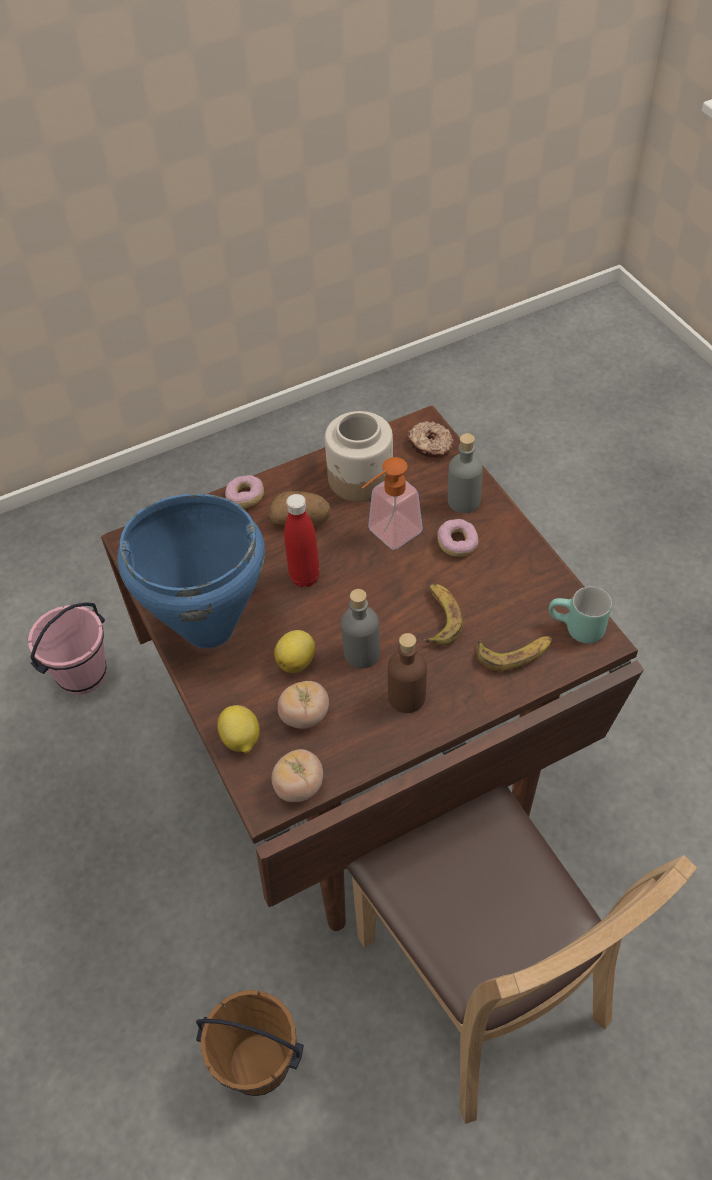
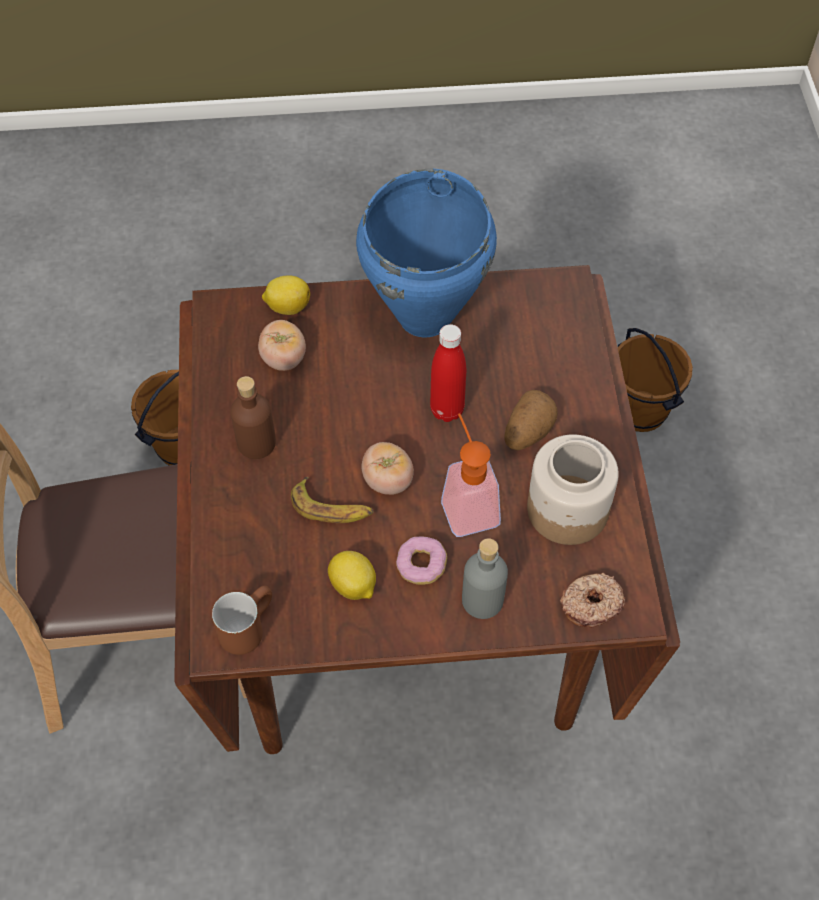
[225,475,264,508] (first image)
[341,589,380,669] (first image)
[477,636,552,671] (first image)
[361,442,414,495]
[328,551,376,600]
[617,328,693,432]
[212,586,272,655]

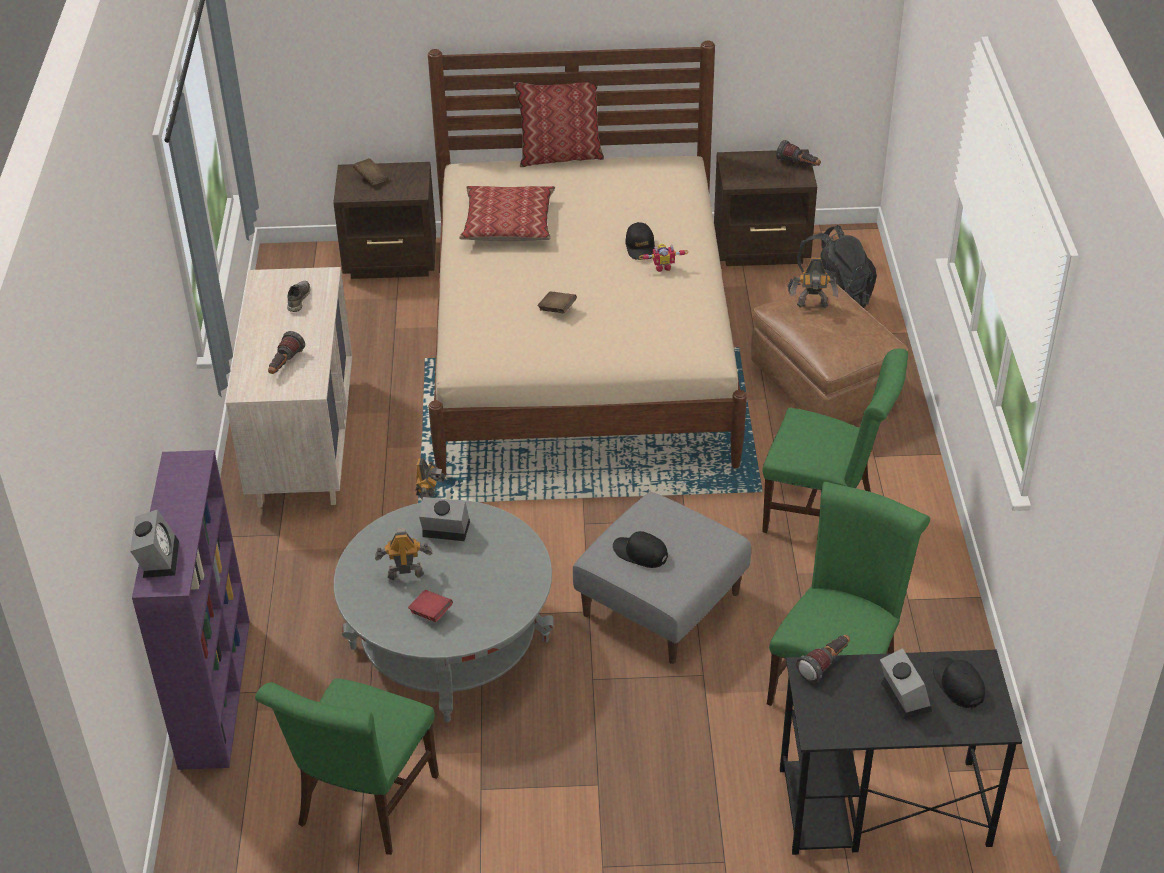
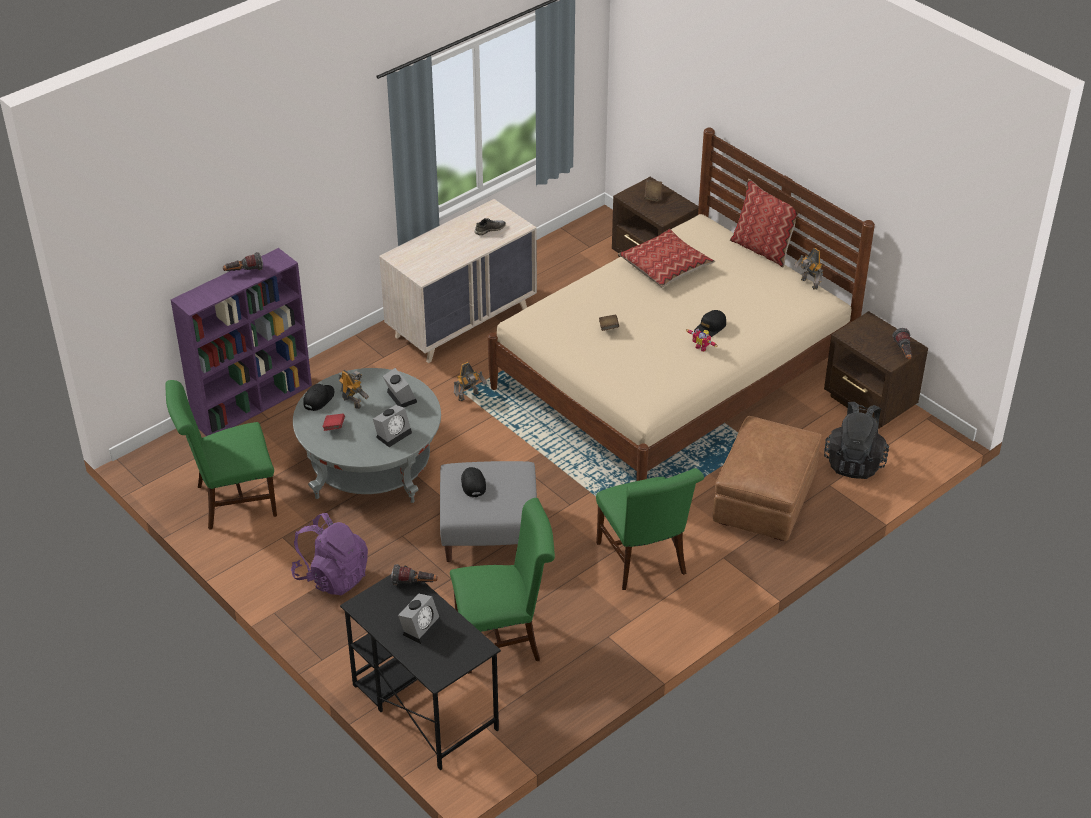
[291,513,368,596]
[373,405,412,447]
[223,252,263,271]
[794,248,823,290]
[303,384,334,411]

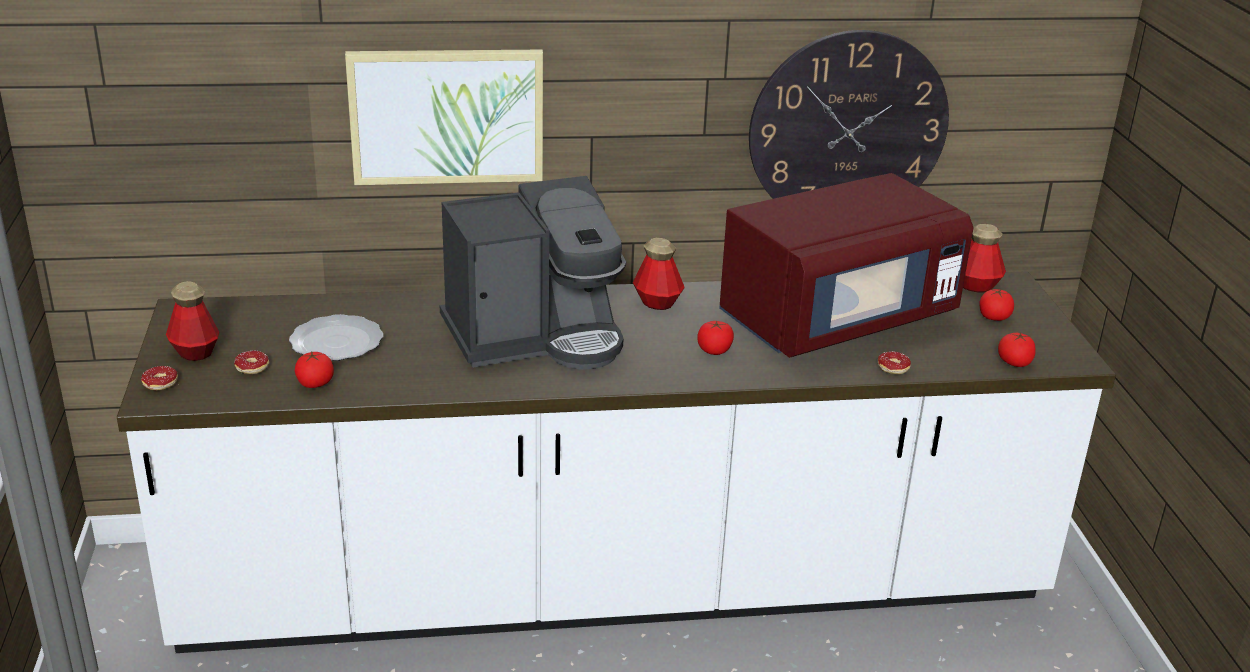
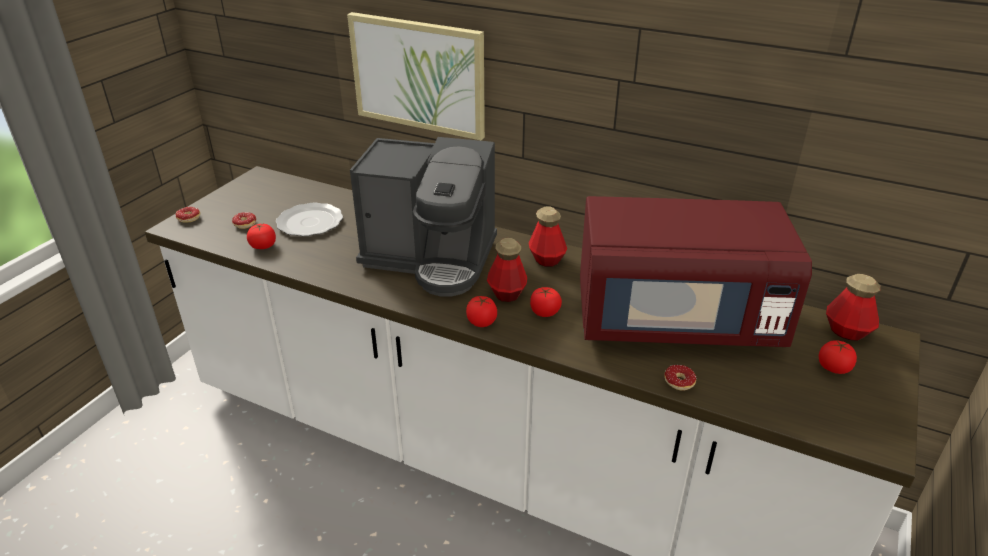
[749,30,949,199] (first image)
[487,238,527,302]
[466,296,497,327]

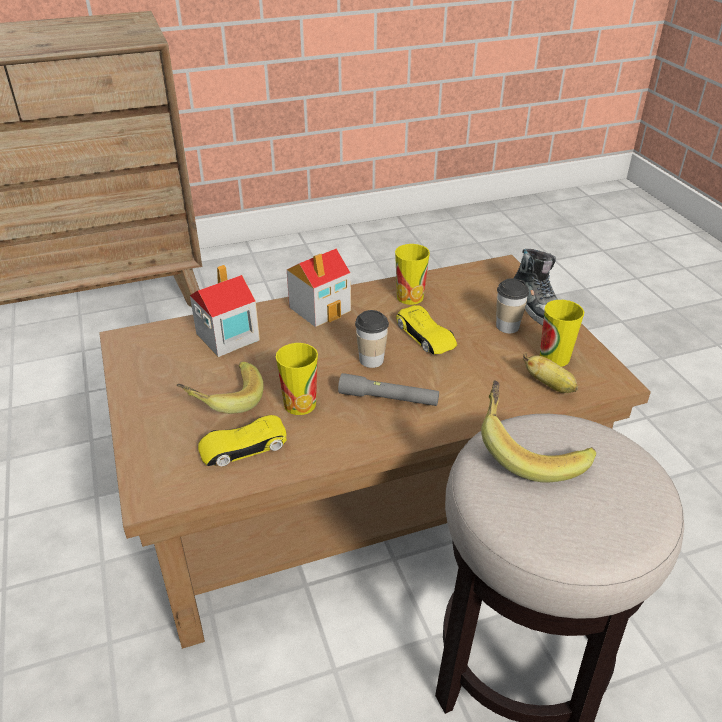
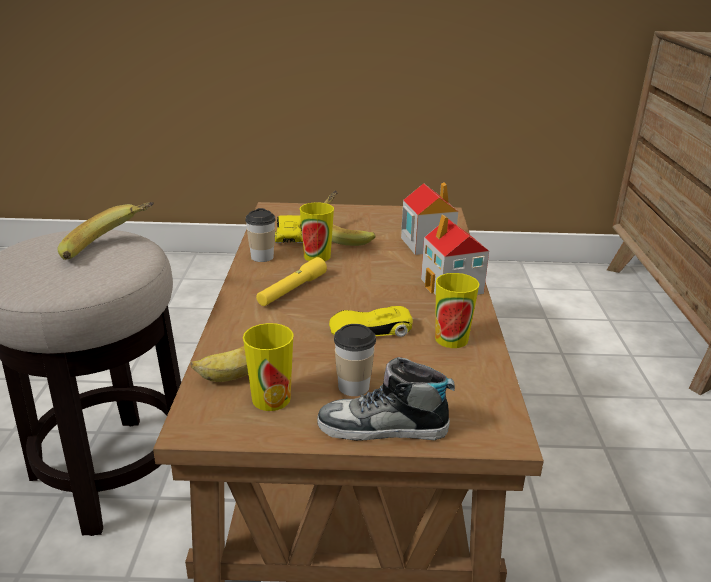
[245,208,276,262]
[256,257,327,306]

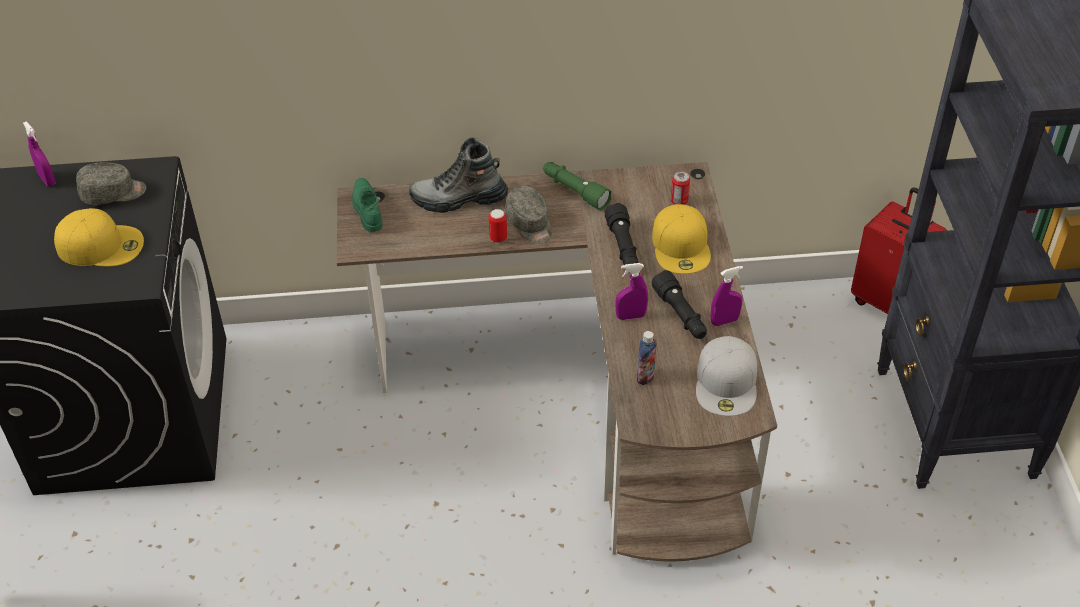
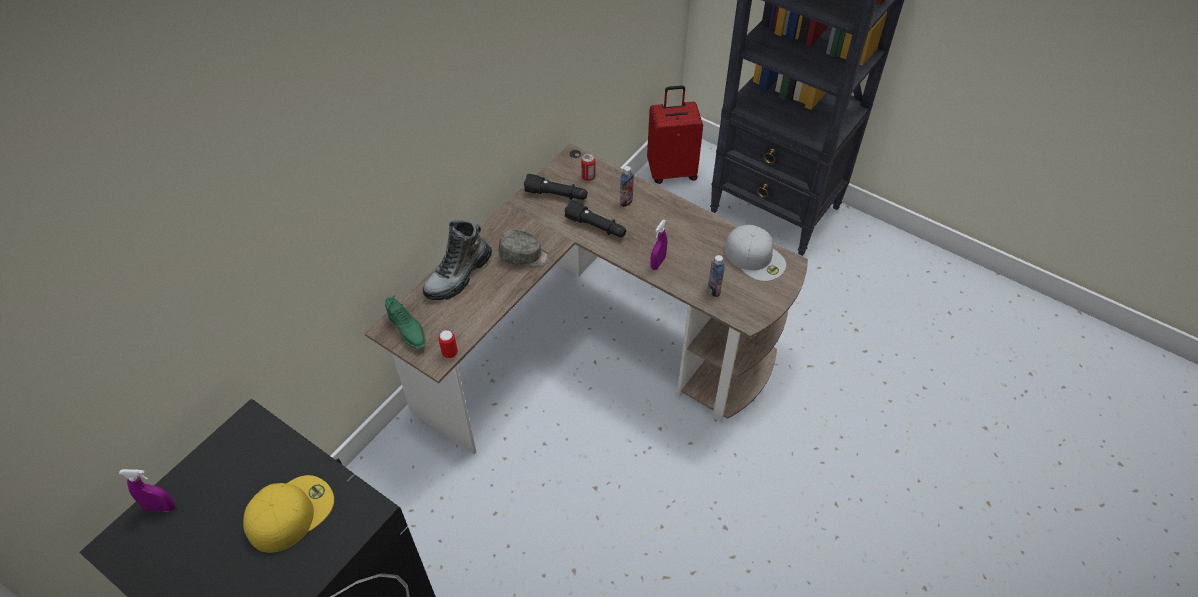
[76,162,146,205] (first image)
[543,162,611,210] (first image)
[711,266,743,326] (first image)
[438,330,458,359]
[524,174,588,200]
[620,166,634,207]
[385,295,426,349]

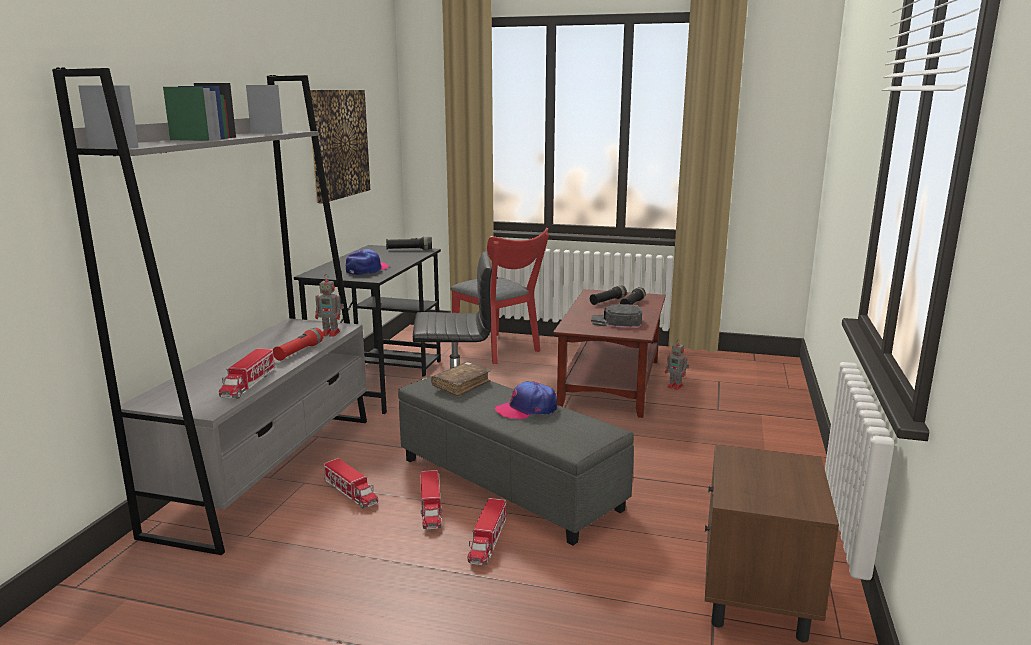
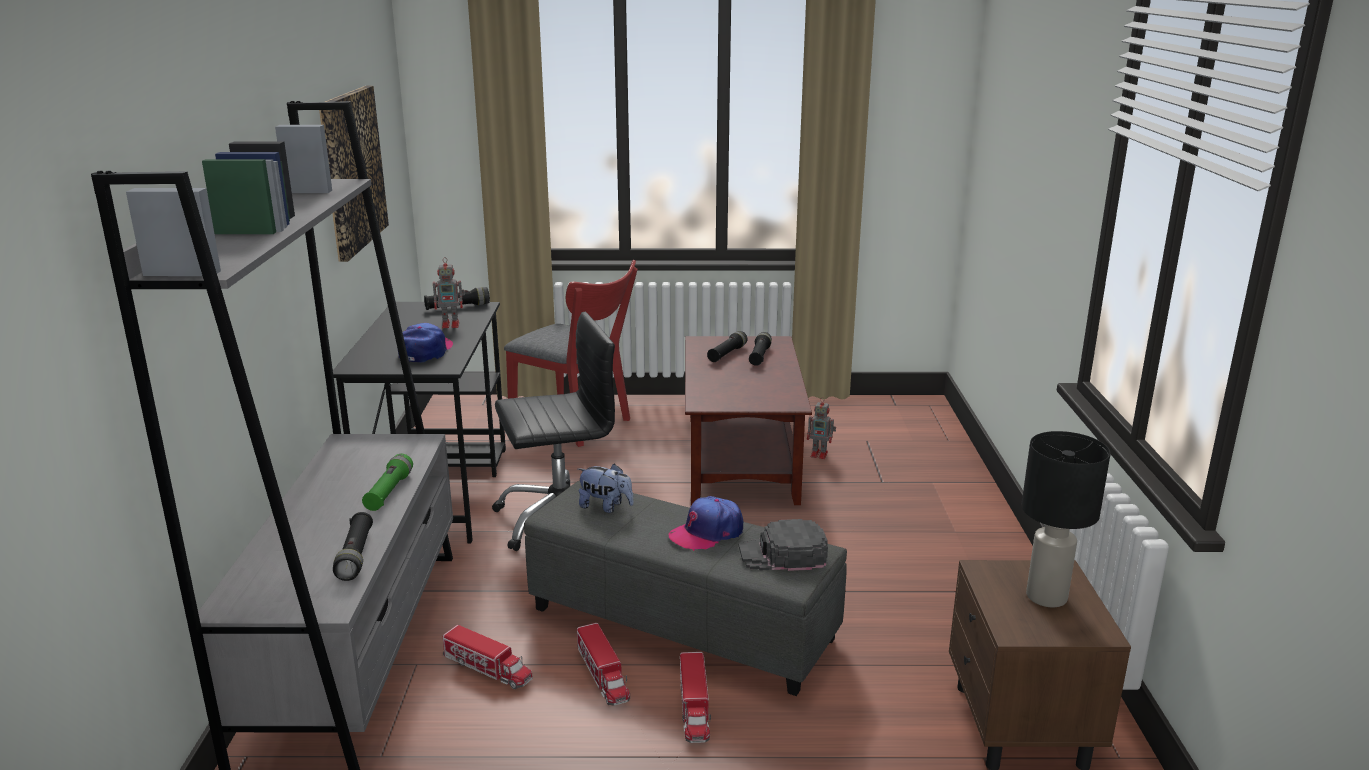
[1022,431,1111,607]
[433,257,465,328]
[739,519,828,571]
[333,512,373,581]
[578,464,634,513]
[362,454,413,511]

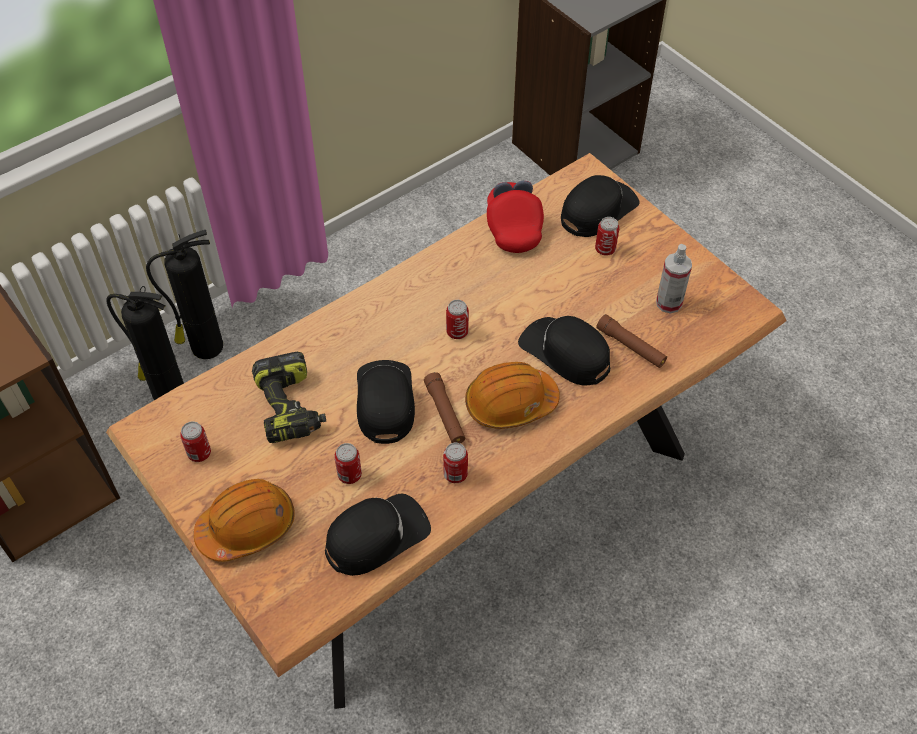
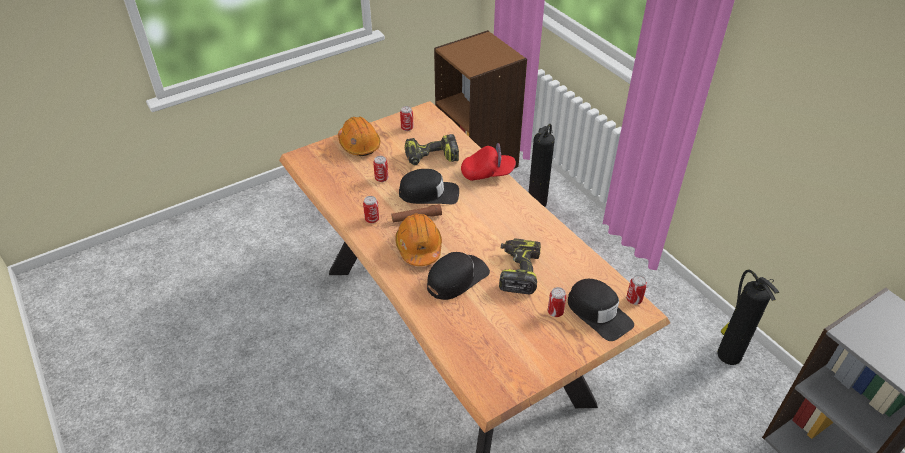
[325,494,431,576] (first image)
[596,314,667,368] (first image)
[656,244,692,313] (first image)
[499,238,541,294]
[717,270,779,365]
[626,275,647,305]
[461,143,516,181]

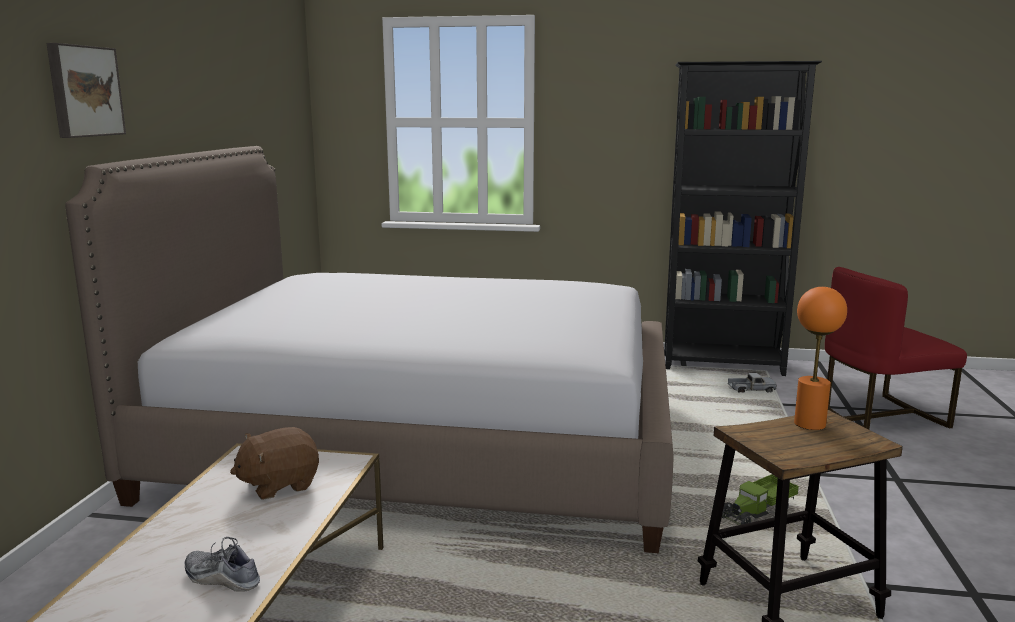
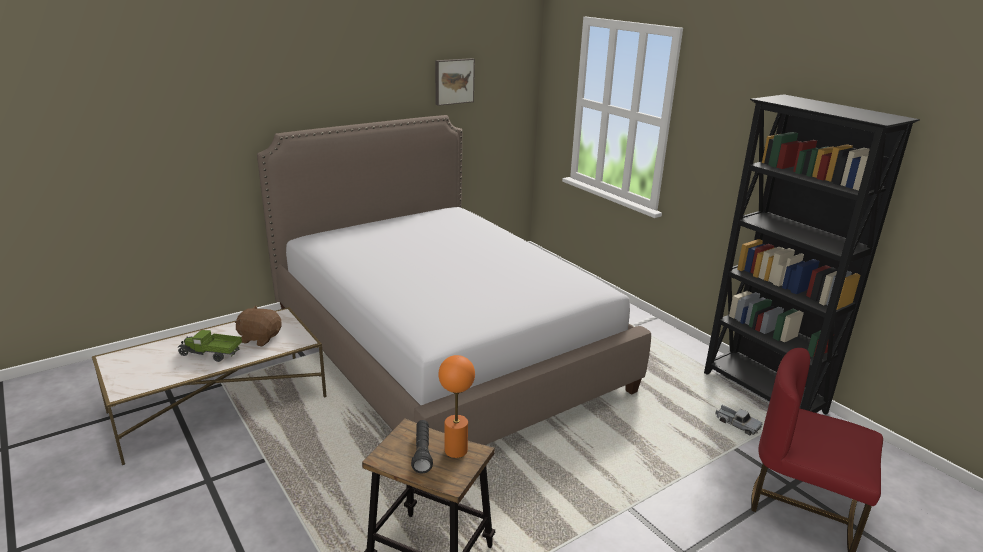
[185,537,260,592] (first image)
[411,420,433,474]
[435,58,475,106]
[178,330,242,362]

